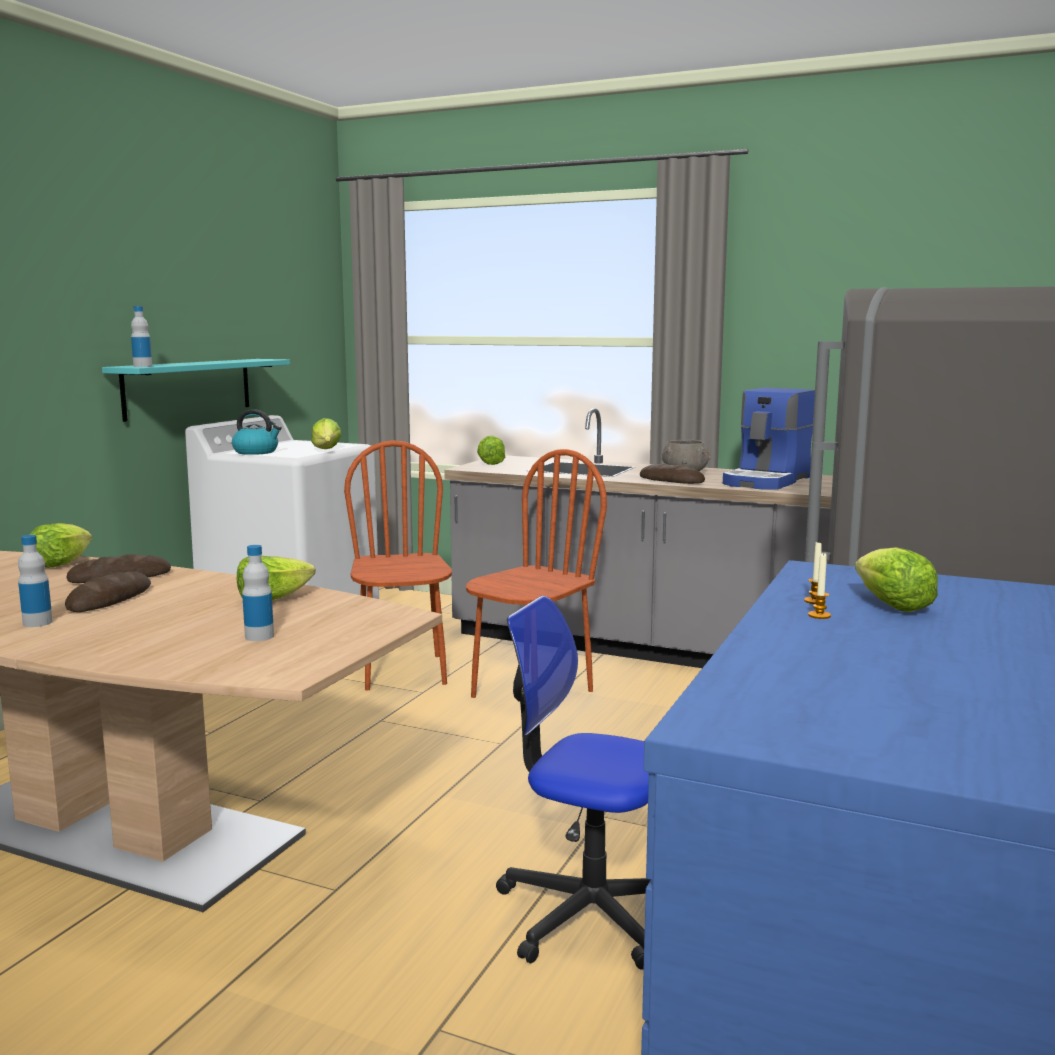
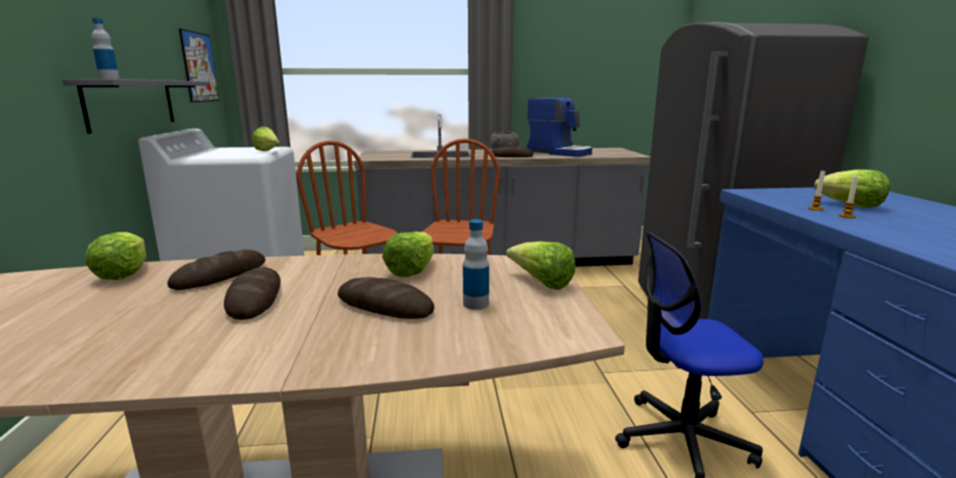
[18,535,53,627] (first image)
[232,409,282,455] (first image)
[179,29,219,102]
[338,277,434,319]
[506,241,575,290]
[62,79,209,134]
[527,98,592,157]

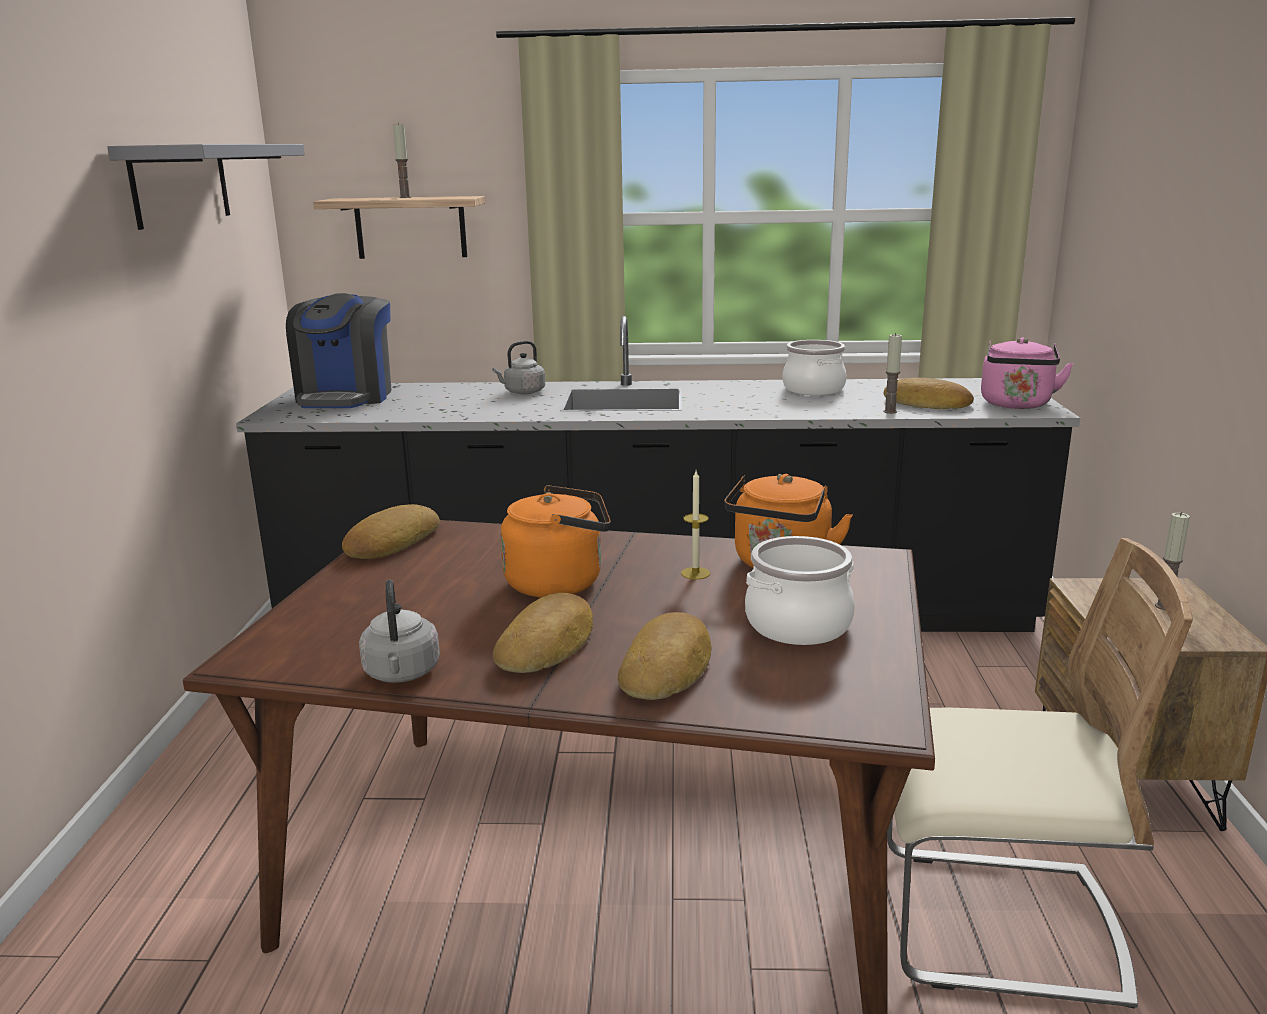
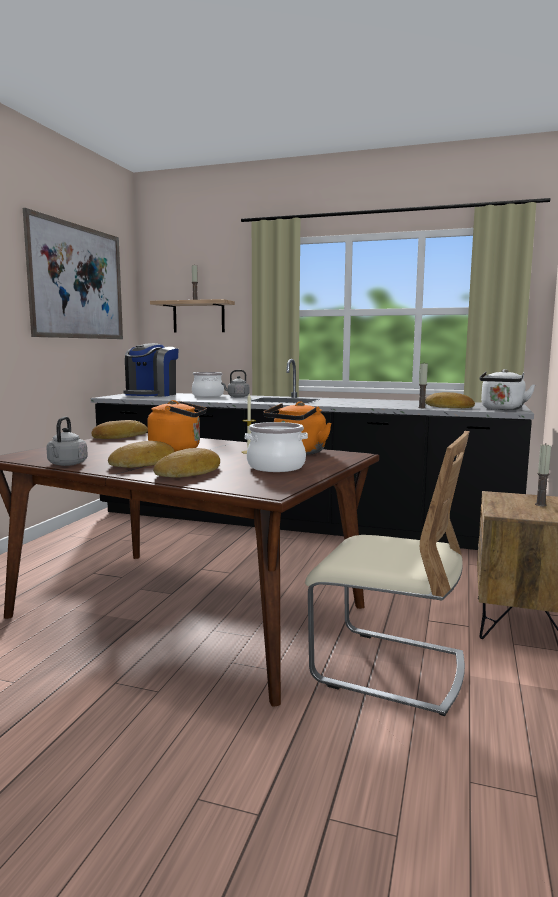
[192,372,224,397]
[23,208,123,339]
[480,369,536,410]

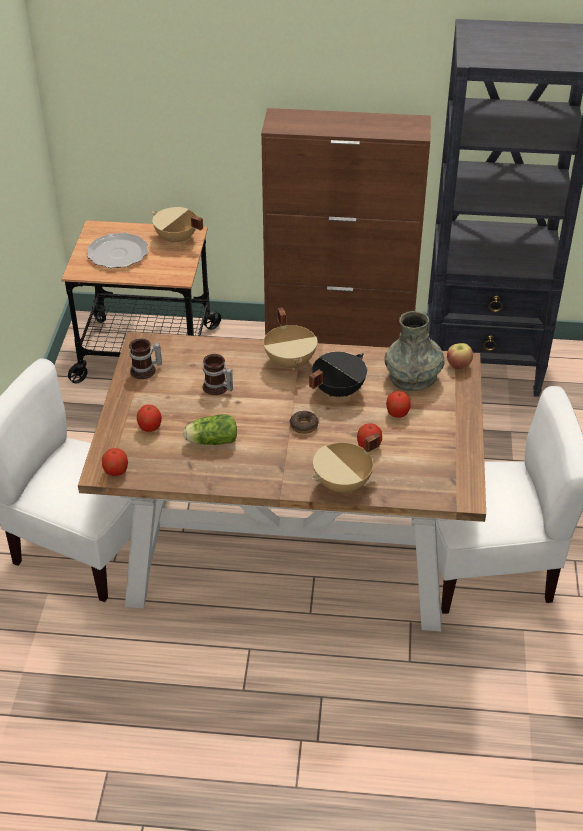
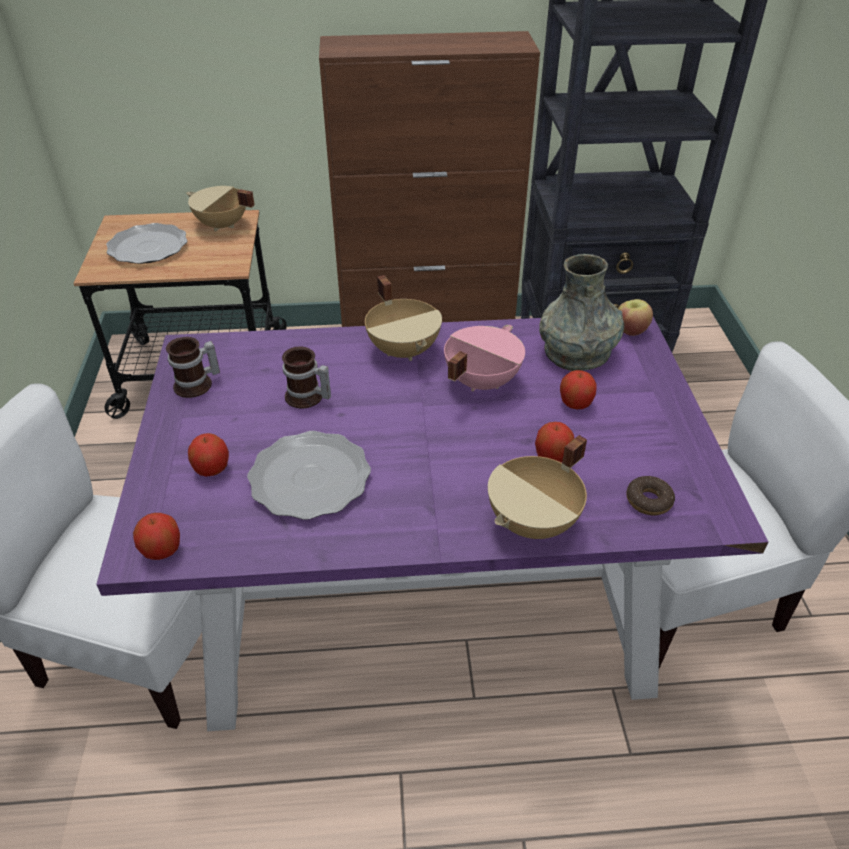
[626,476,675,515]
[247,431,371,520]
[96,317,768,731]
[444,325,525,391]

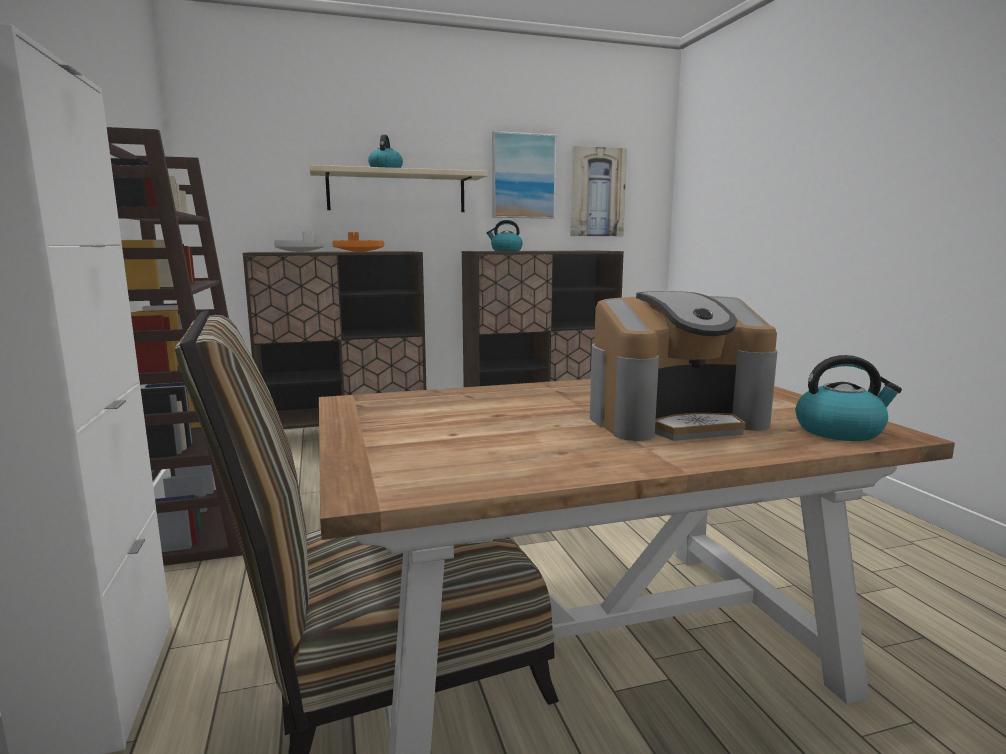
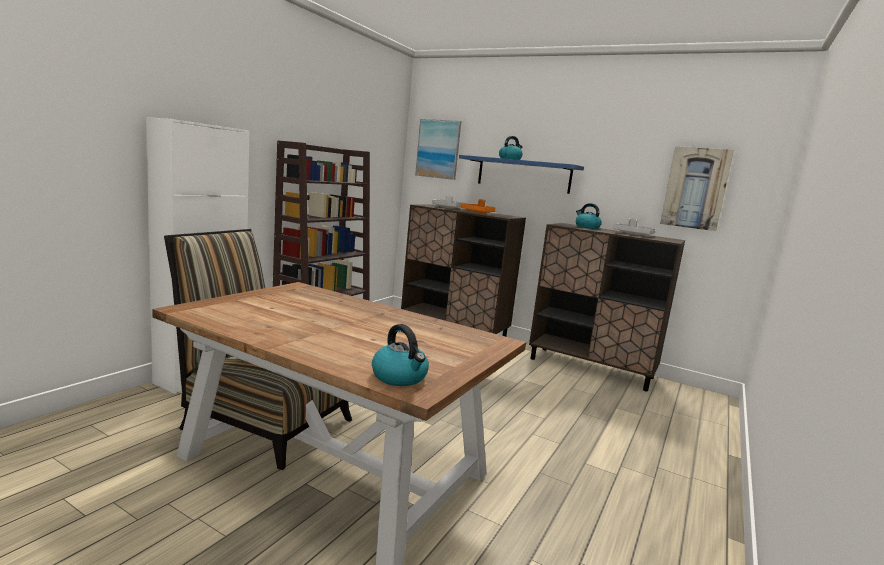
[590,291,777,441] (first image)
[613,218,656,235]
[415,119,461,180]
[459,155,584,194]

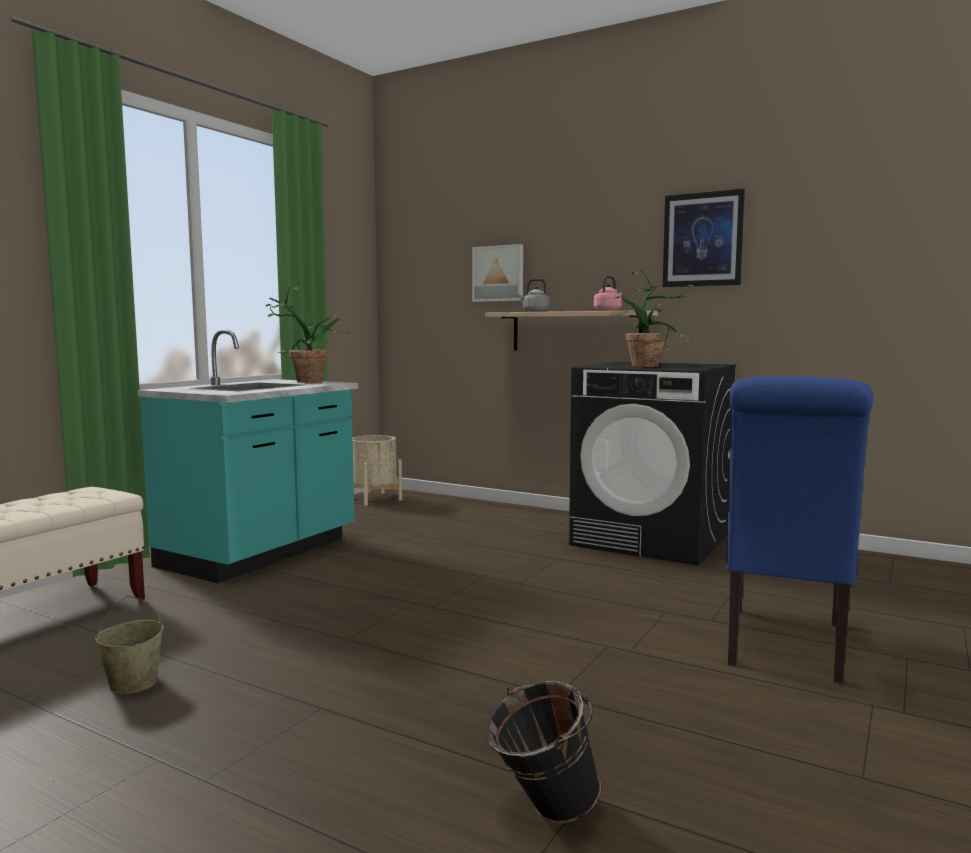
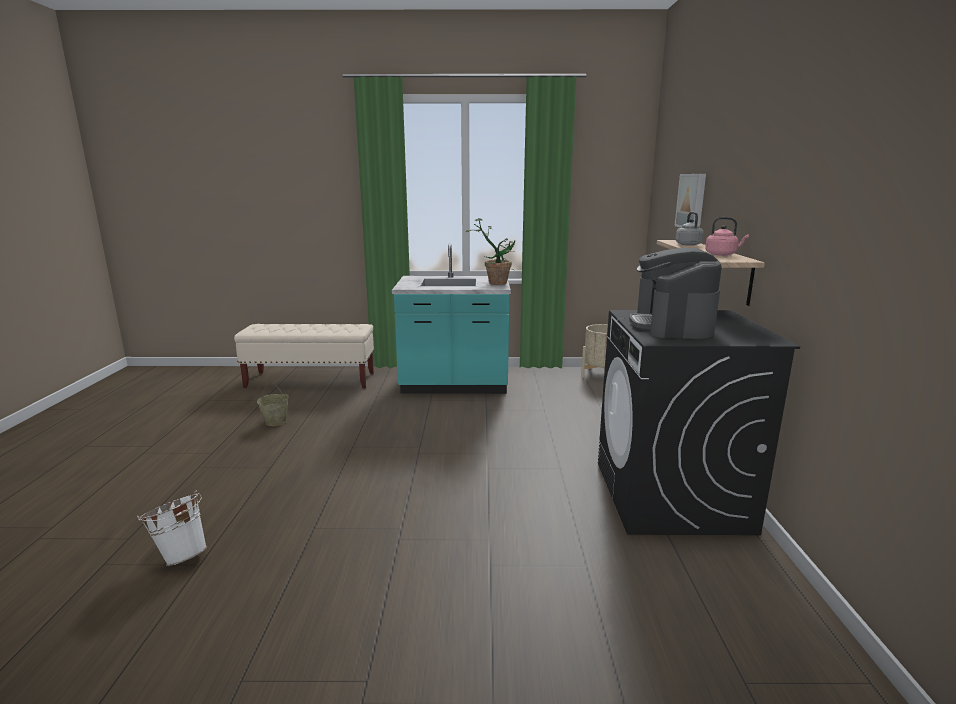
[663,189,745,287] (first image)
[726,376,873,683] (first image)
[629,248,722,339]
[137,490,207,566]

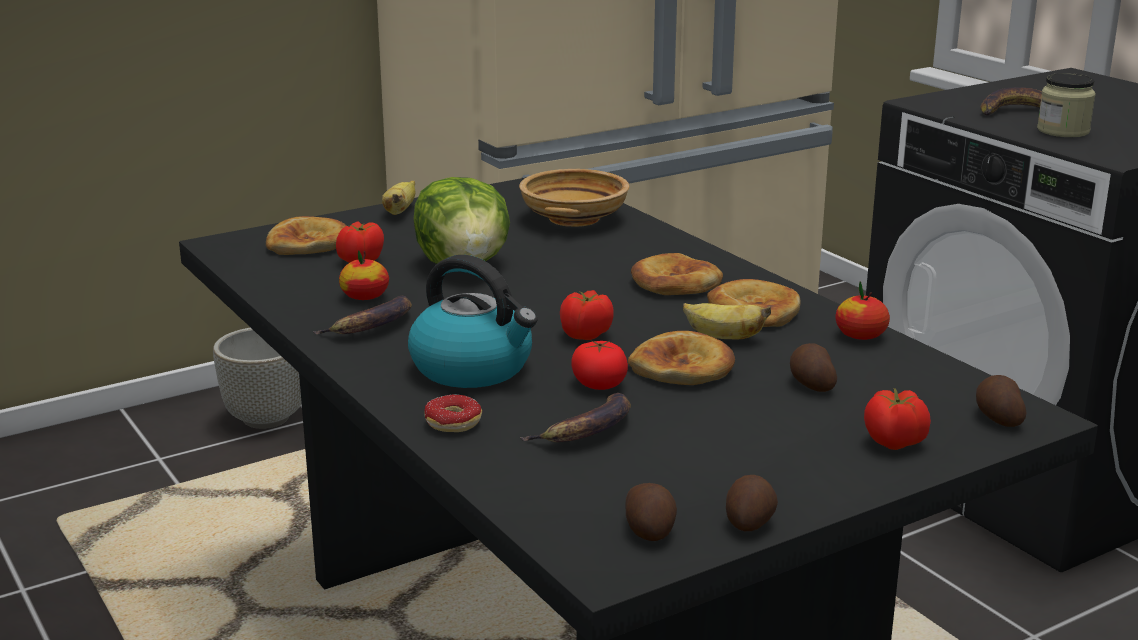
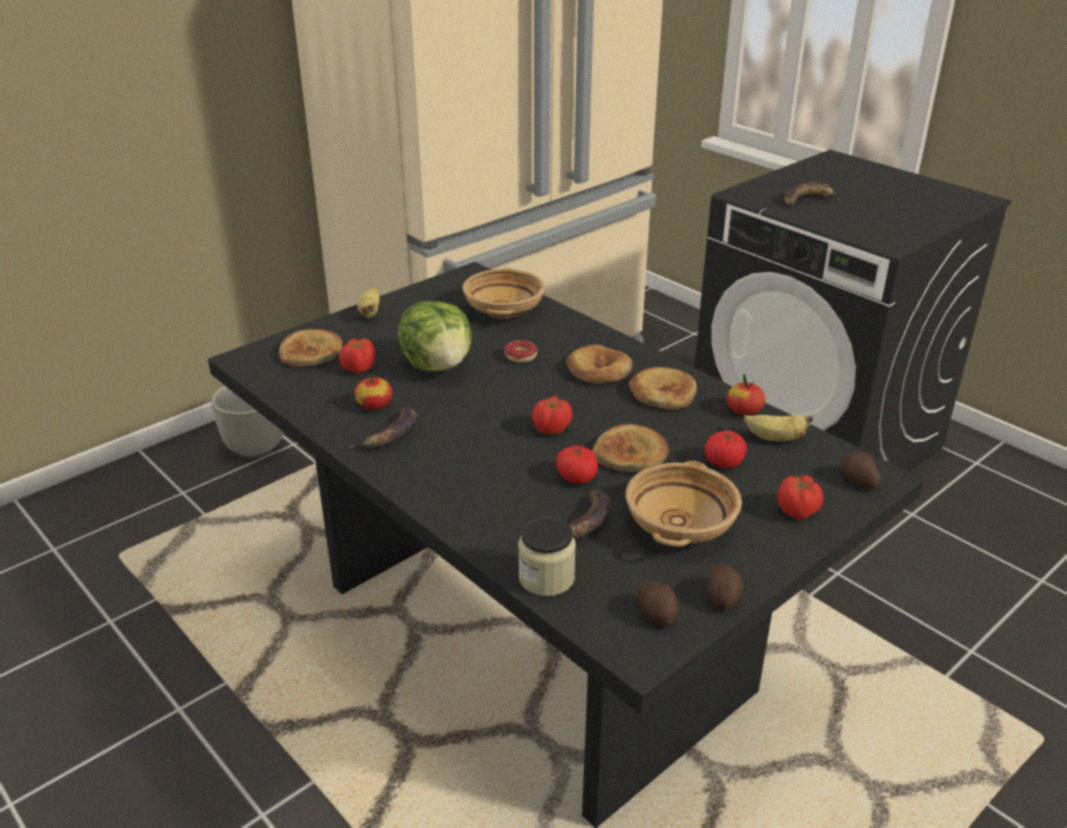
[408,255,538,388] (first image)
[626,461,742,547]
[504,340,537,363]
[744,415,813,441]
[518,516,576,596]
[705,431,747,468]

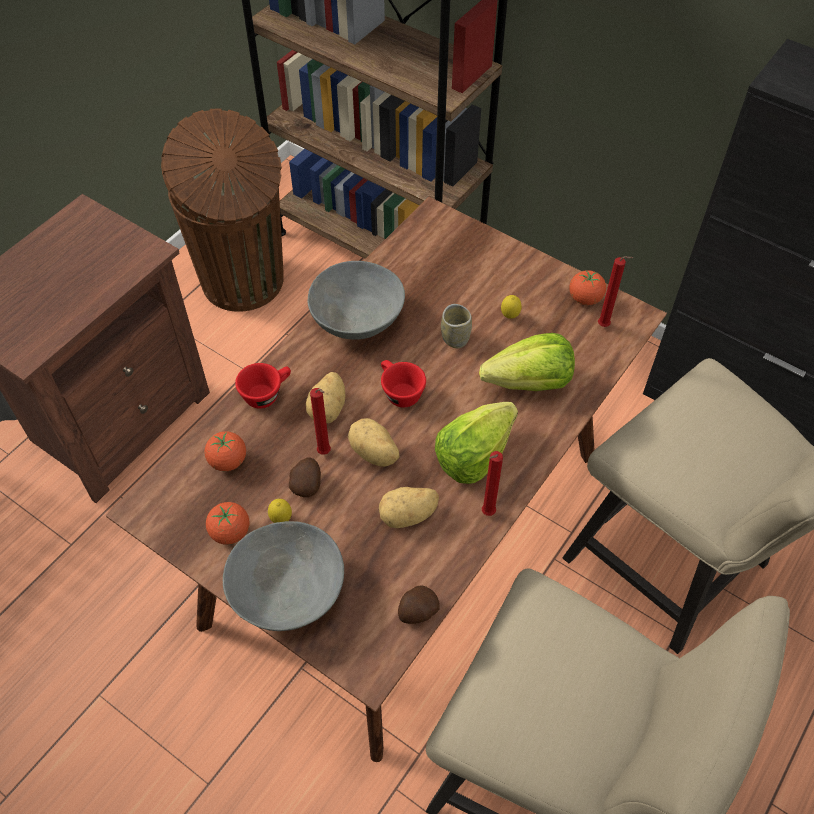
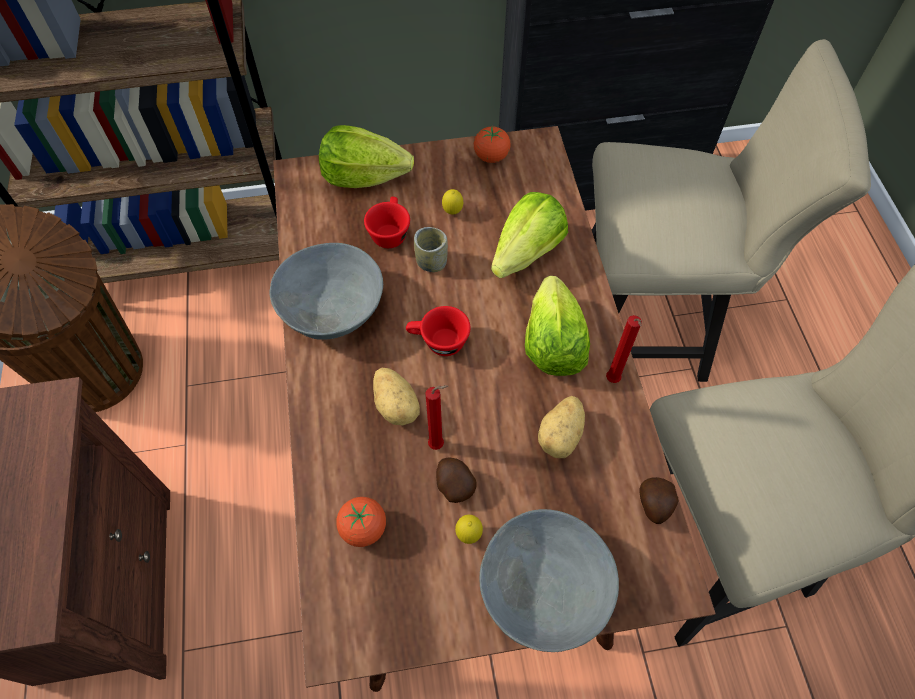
[206,502,250,545] (first image)
[348,418,399,467] (first image)
[598,256,633,327] (first image)
[319,125,414,188]
[364,197,410,248]

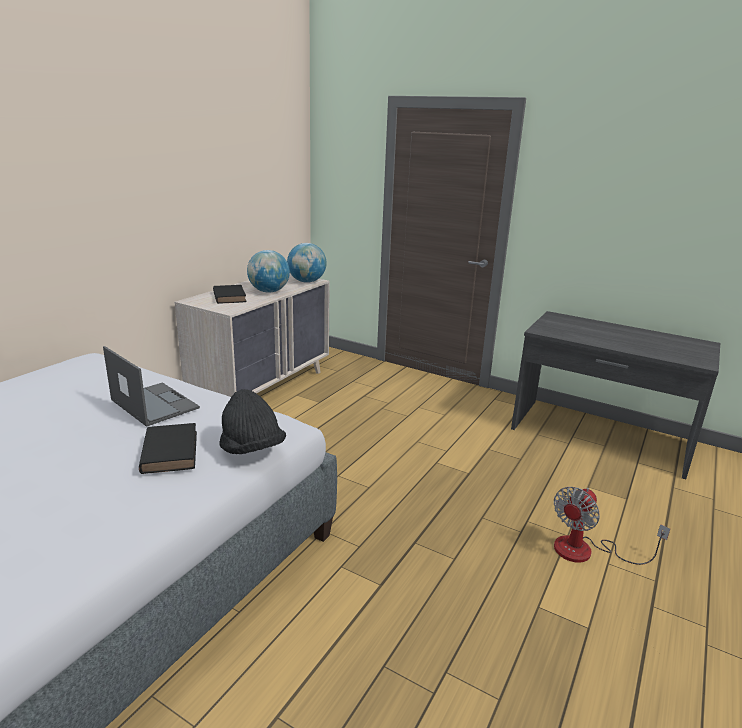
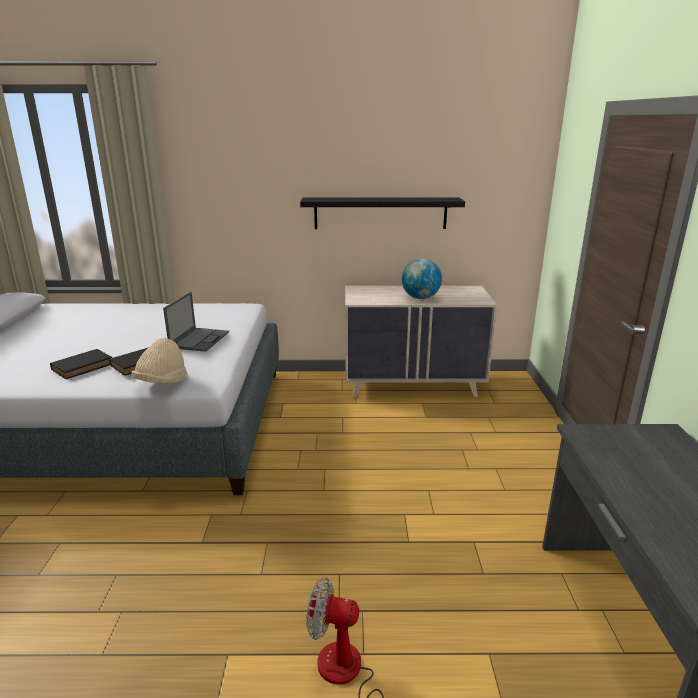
[287,243,326,283] (first image)
[300,197,465,229]
[50,349,112,379]
[131,338,188,384]

